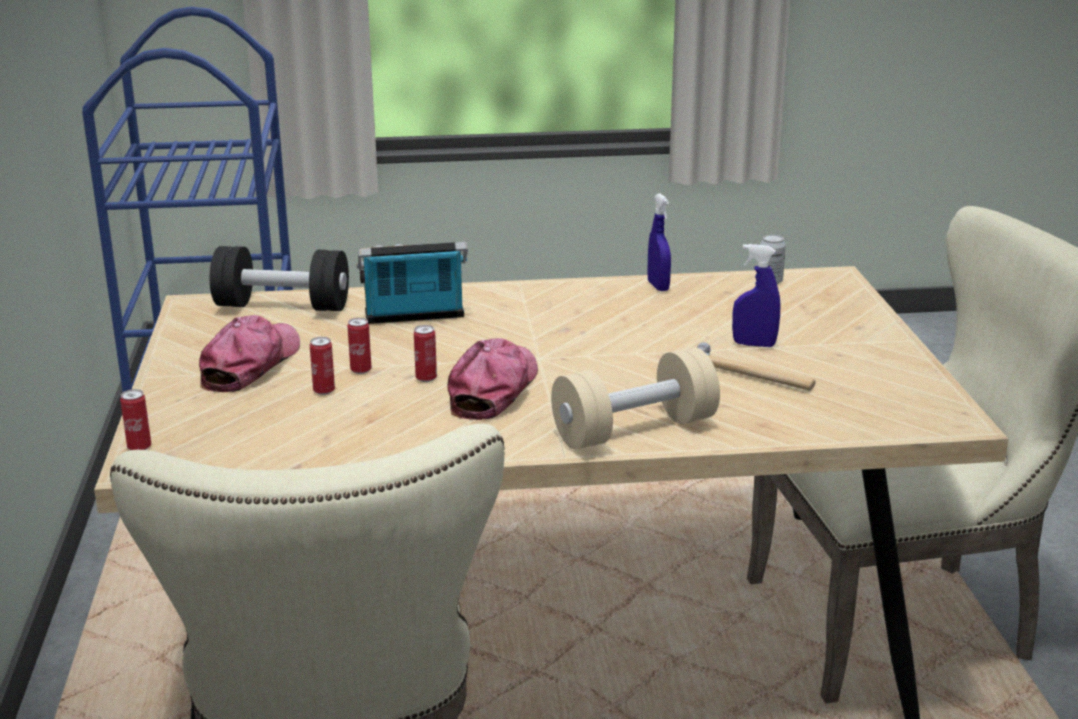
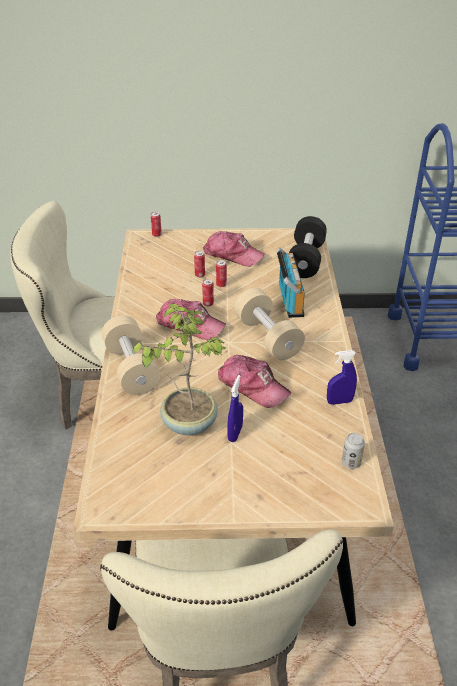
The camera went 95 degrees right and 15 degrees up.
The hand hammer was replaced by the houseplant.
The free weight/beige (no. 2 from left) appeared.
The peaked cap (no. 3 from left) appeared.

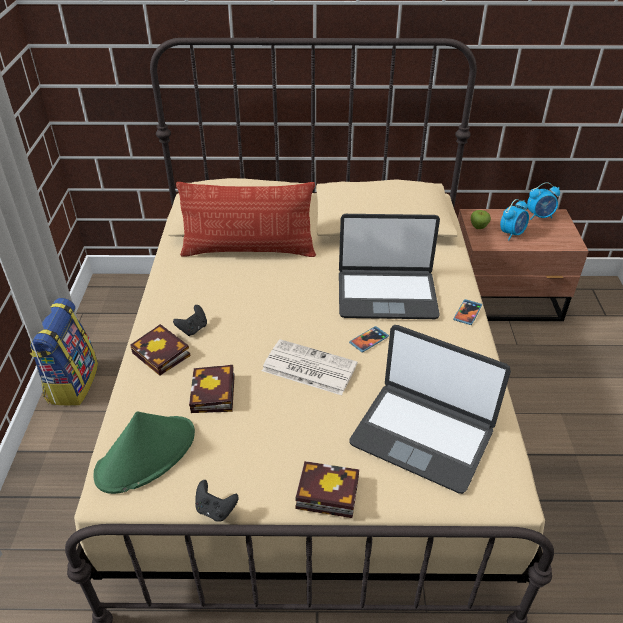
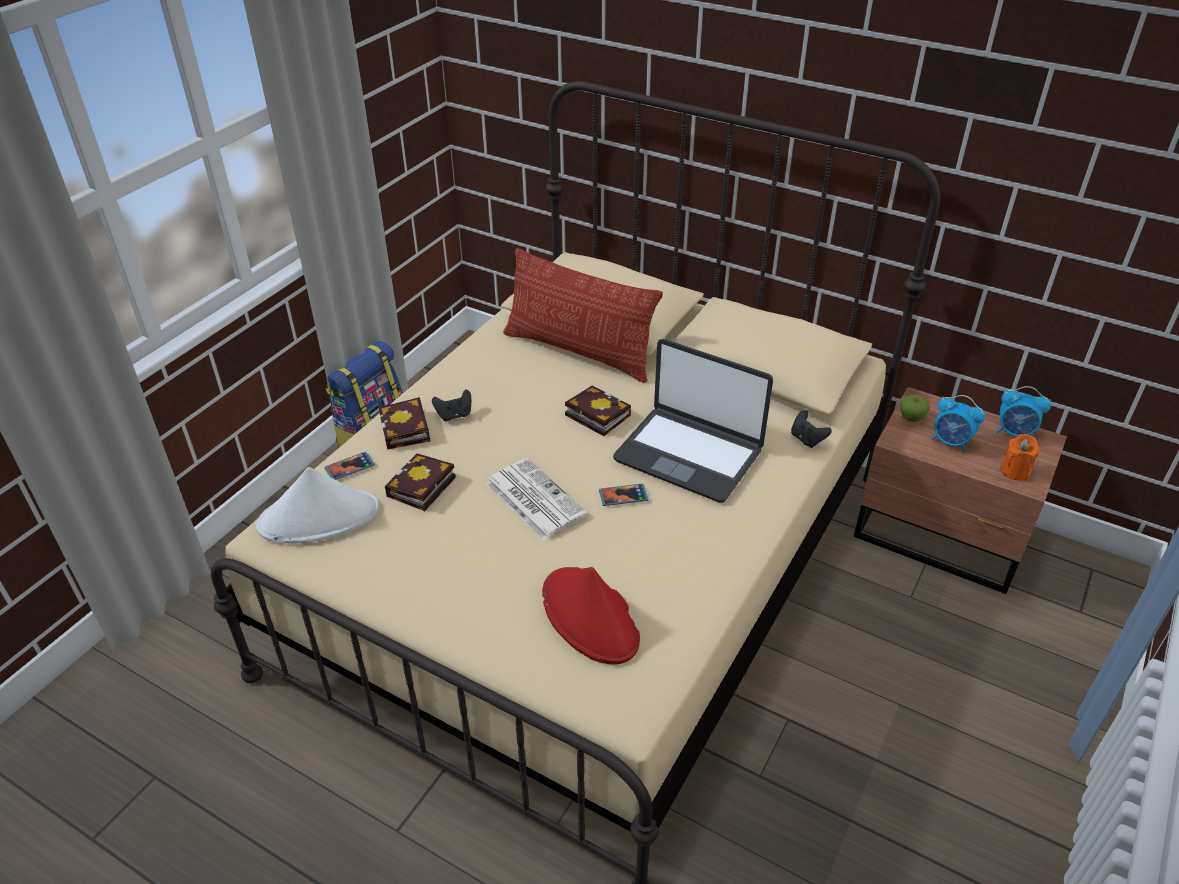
The camera went 30 degrees right and 0 degrees up.
The table clock (no. 1 from left) turned 45 degrees clockwise.
The phone (no. 2 from left in the first image) moved.
The portable computer (no. 2 from left) was replaced by the wearable hat/red.
The wearable hat/green became the wearable hat/white-coloured.
The book (no. 3 from left) moved.
The game controller/blackish (no. 2 from left) moved.
The wax light/orange appeared.

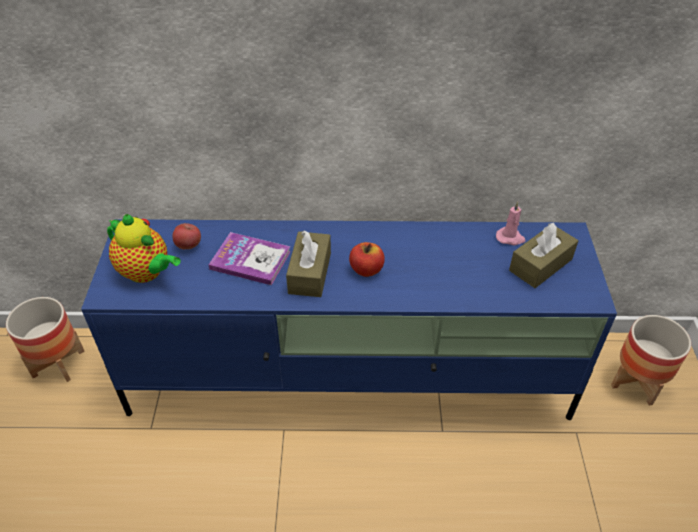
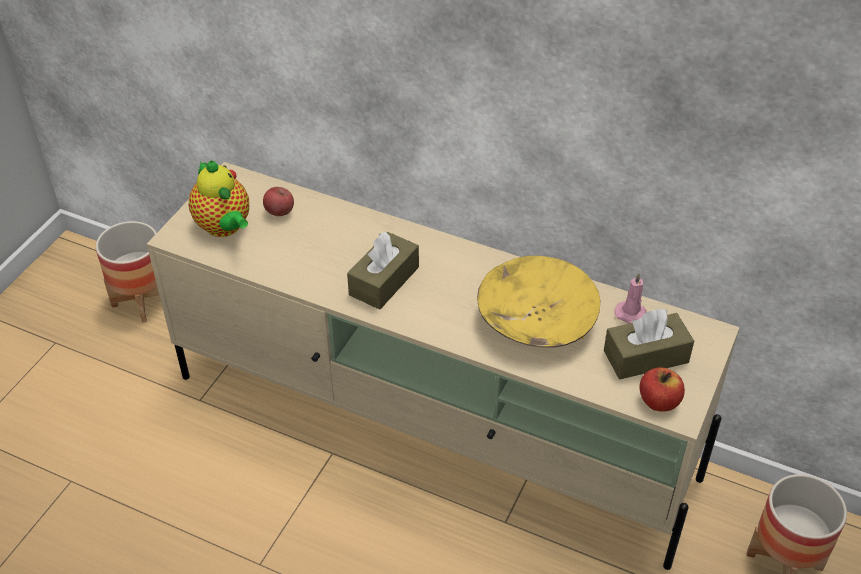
The camera went 25 degrees right and 0 degrees up.
The media console/bluish became the media console/beige.
The book disappeared.
The whole apple (no. 2 from left) moved.
The bowl/yellow appeared.

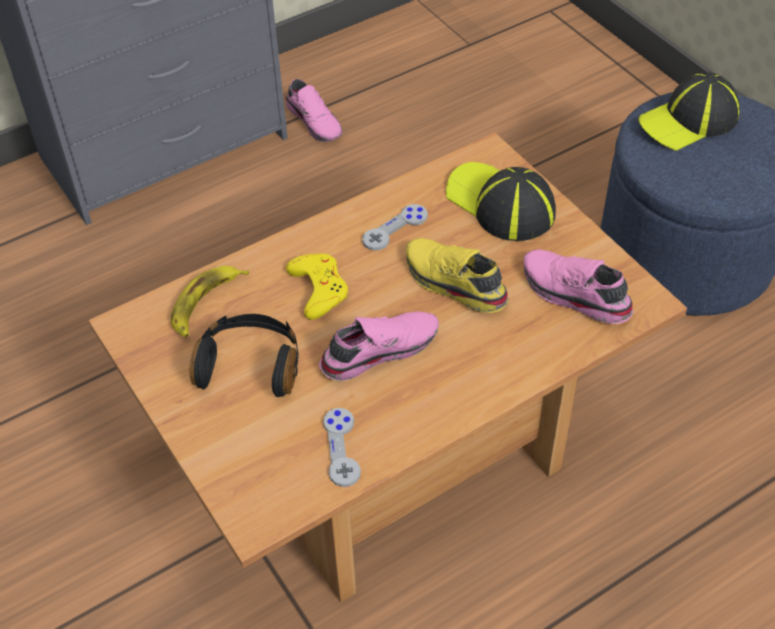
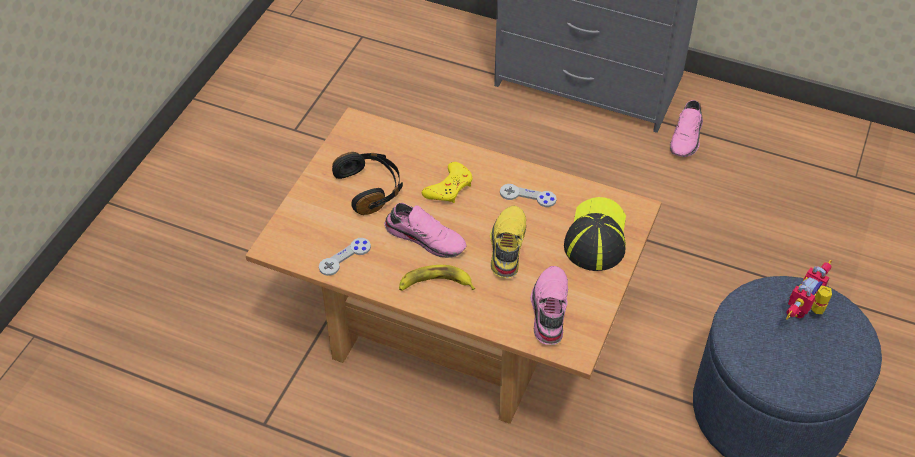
The camera went 55 degrees right and 0 degrees up.
The peaked cap (no. 2 from left) was replaced by the toy robot.
The banana moved.

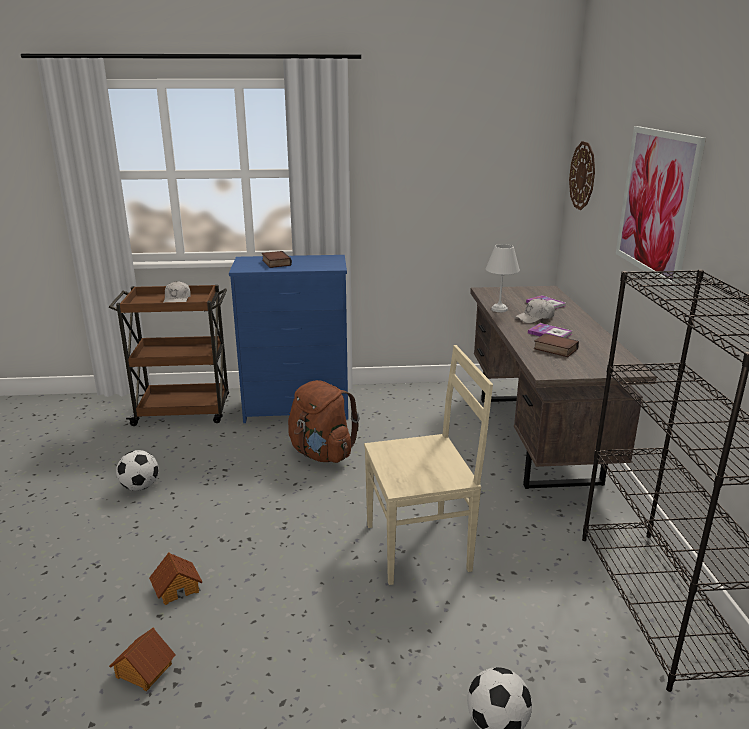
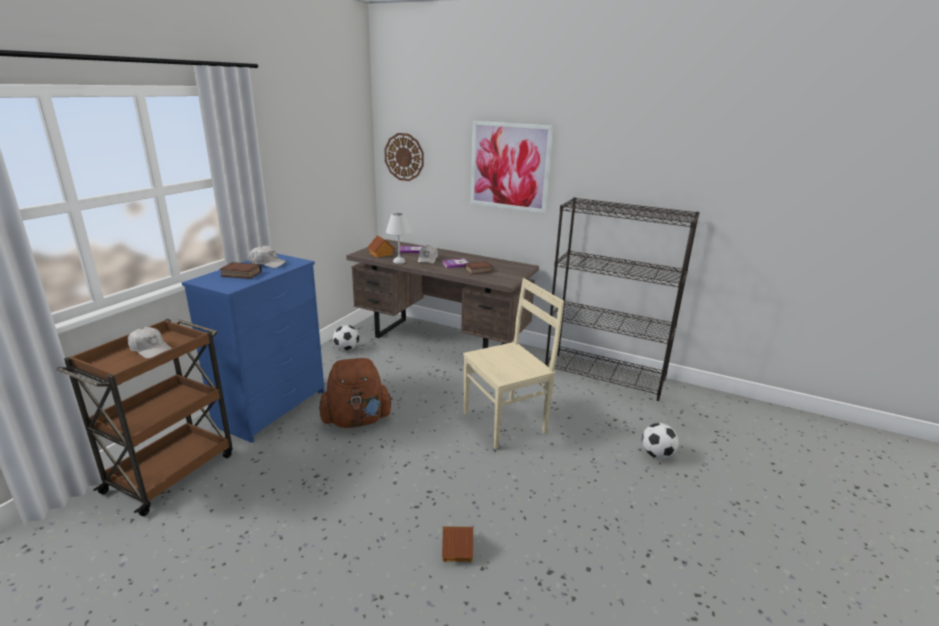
The camera went 60 degrees left and 0 degrees up.
The plain chair/beige turned 45 degrees clockwise.
The ball for football (no. 1 from left) moved.
The toy house (no. 1 from left) moved.
The peaked cap/white-coloured (no. 2 from left) appeared.

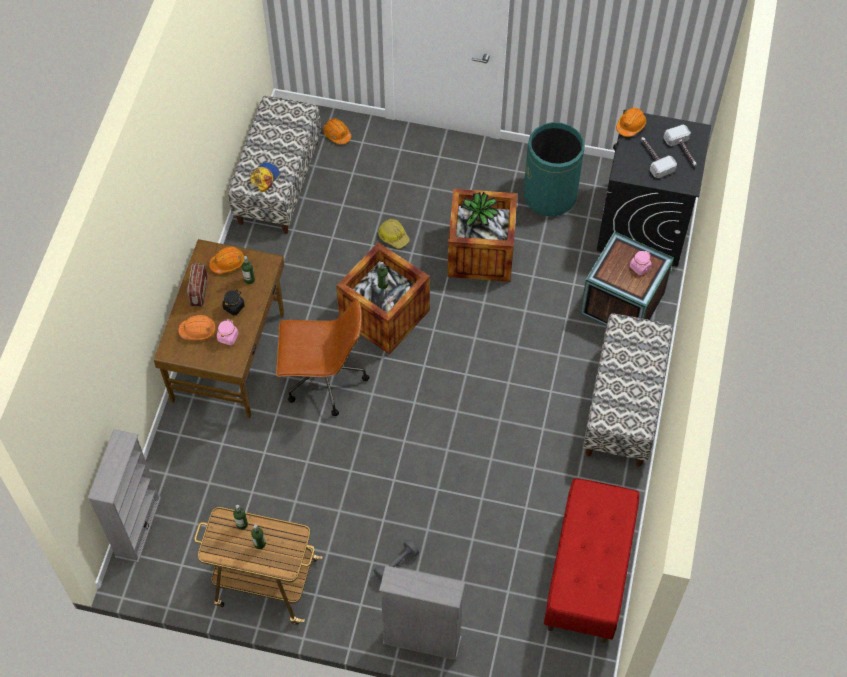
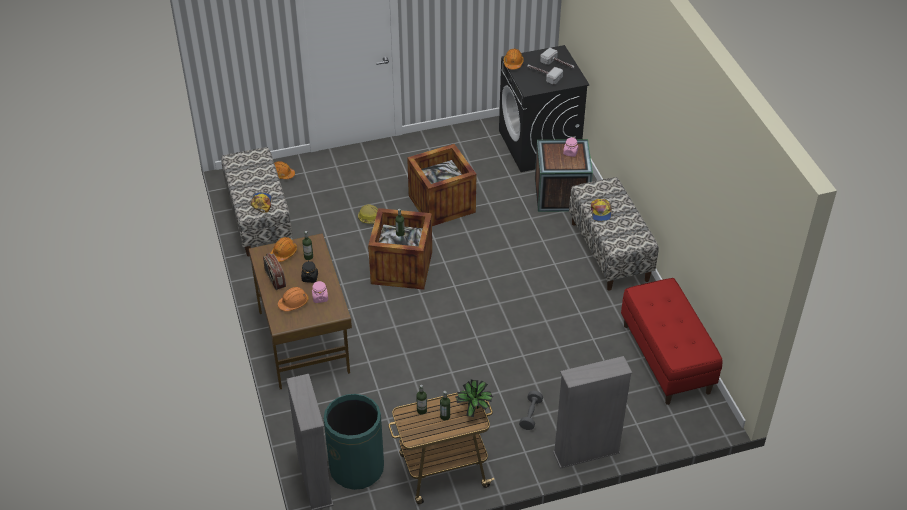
The camera went 30 degrees left and 15 degrees down.
The waste bin/green moved.
The houseplant moved.
The desk chair/brownish disappeared.
The peaked cap (no. 2 from left) appeared.

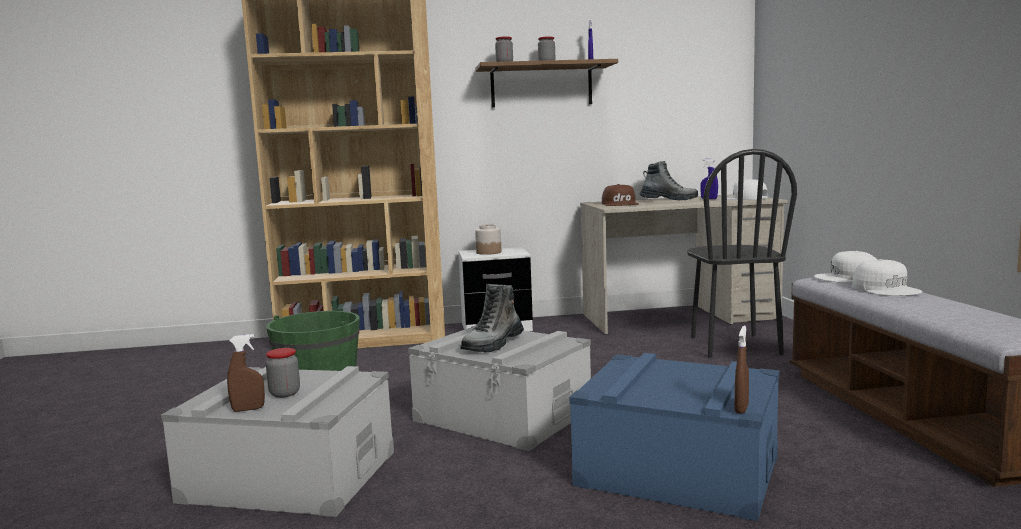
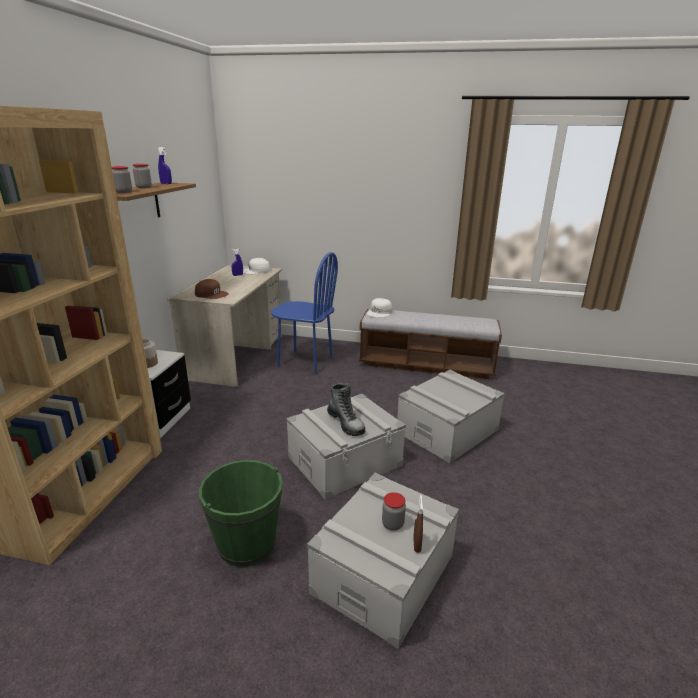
The camera went 70 degrees left and 15 degrees up.
The plain chair/blackish became the plain chair/bluish.
The tall boot (no. 2 from left) disappeared.
The peaked cap/white-coloured (no. 3 from left) disappeared.
The sprayer/brownish (no. 2 from left) disappeared.
The storage box/bluish became the storage box/grey (no. 3 from left).

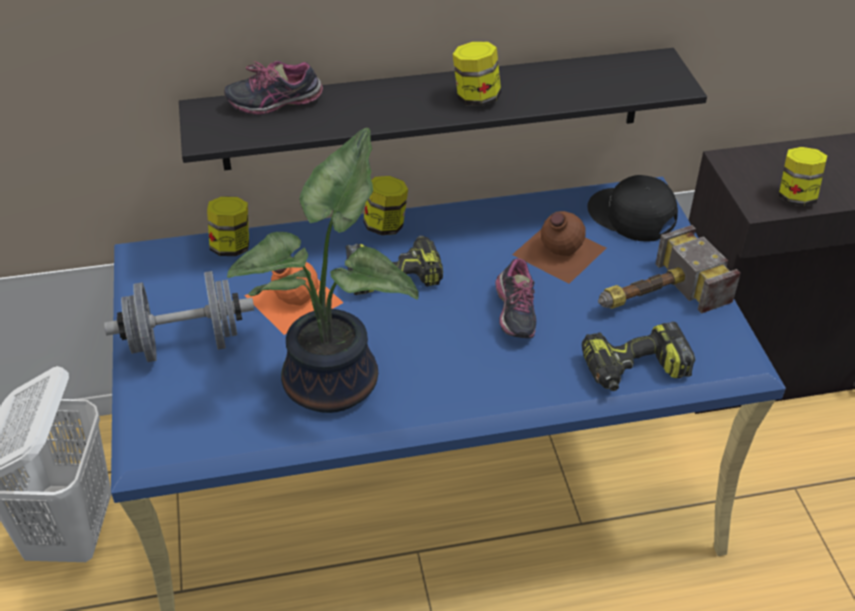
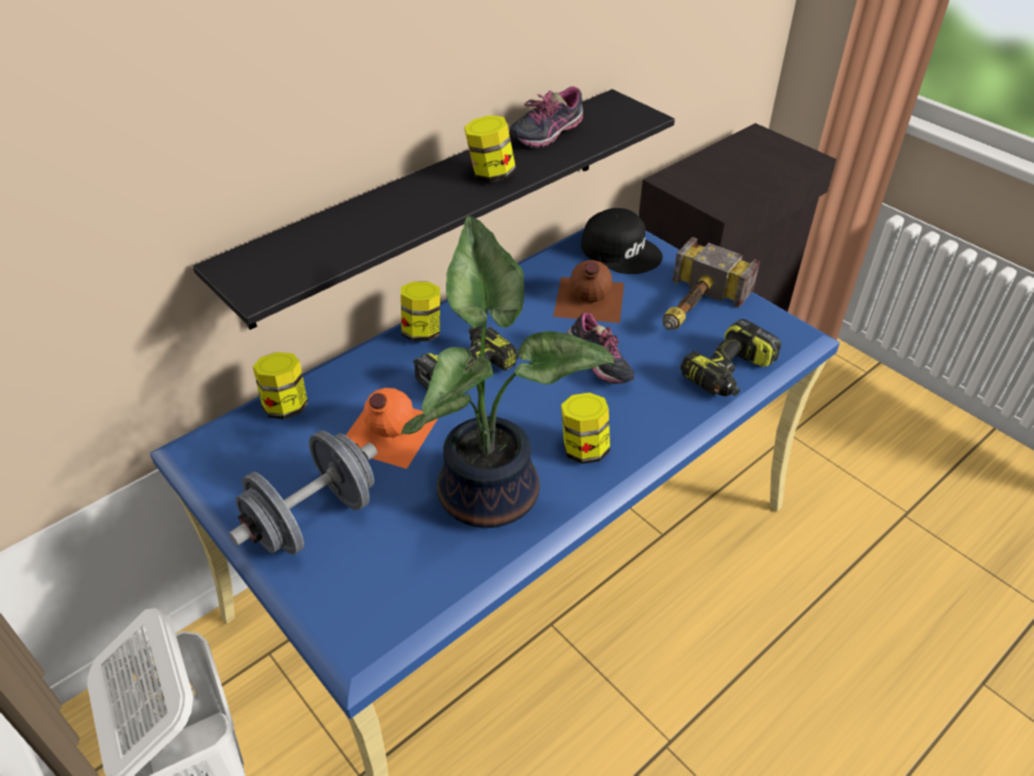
The camera went 30 degrees left and 0 degrees up.
The shoe (no. 1 from left) moved.
The jar (no. 4 from left) moved.
The peaked cap/blackish turned 150 degrees counterclockwise.

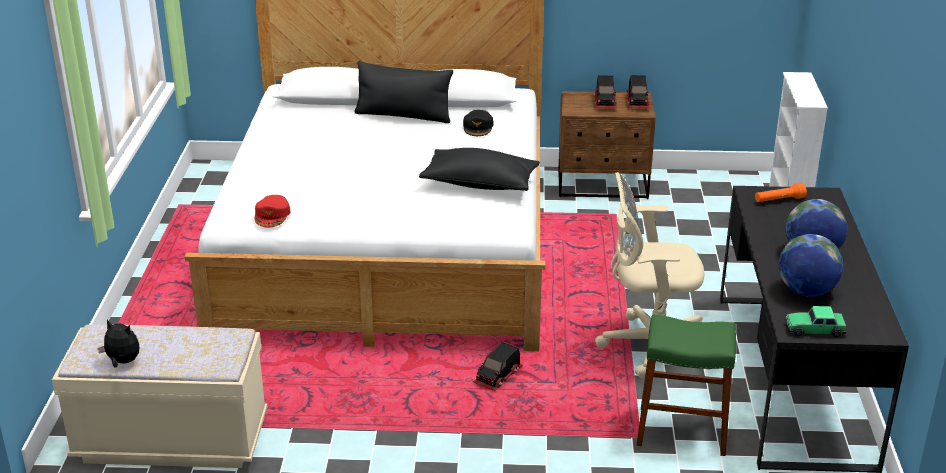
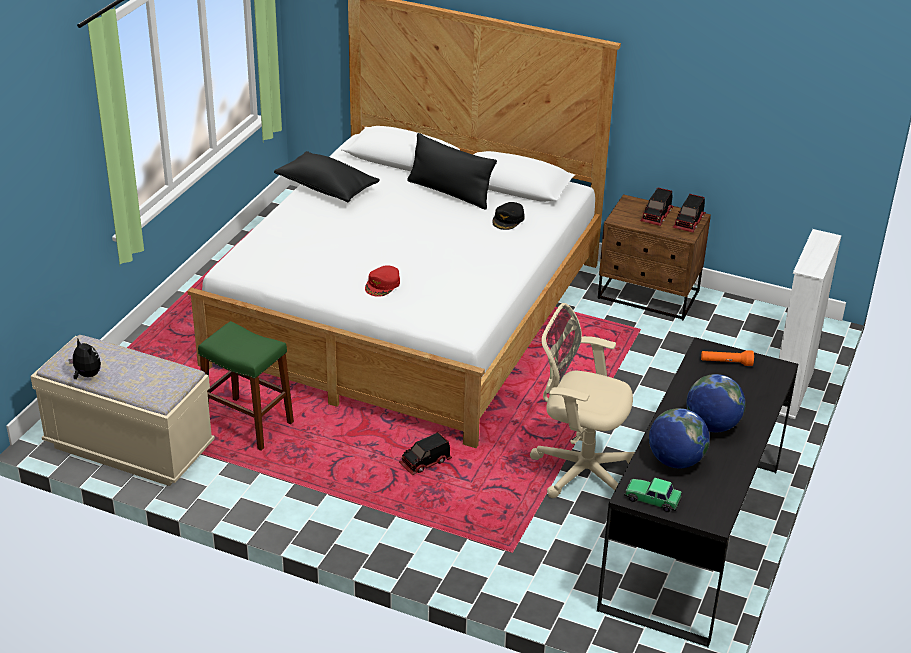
The camera went 20 degrees right and 5 degrees up.
The pillow/blackish (no. 2 from left in the first image) moved.
The peaked cap/red moved.
The sitting stool/green moved.

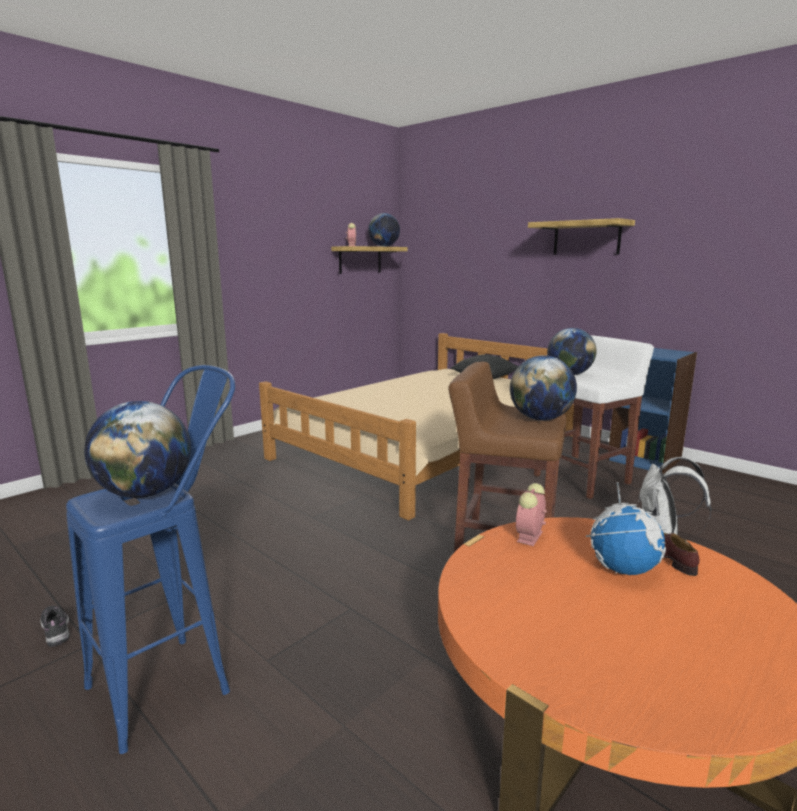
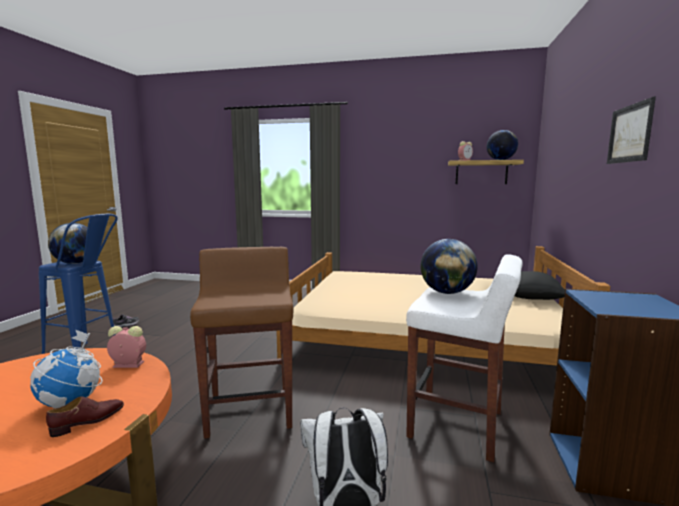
The camera went 60 degrees right and 5 degrees down.
The wall shelf (no. 2 from left) was replaced by the wall art.
The globe (no. 3 from left) disappeared.

